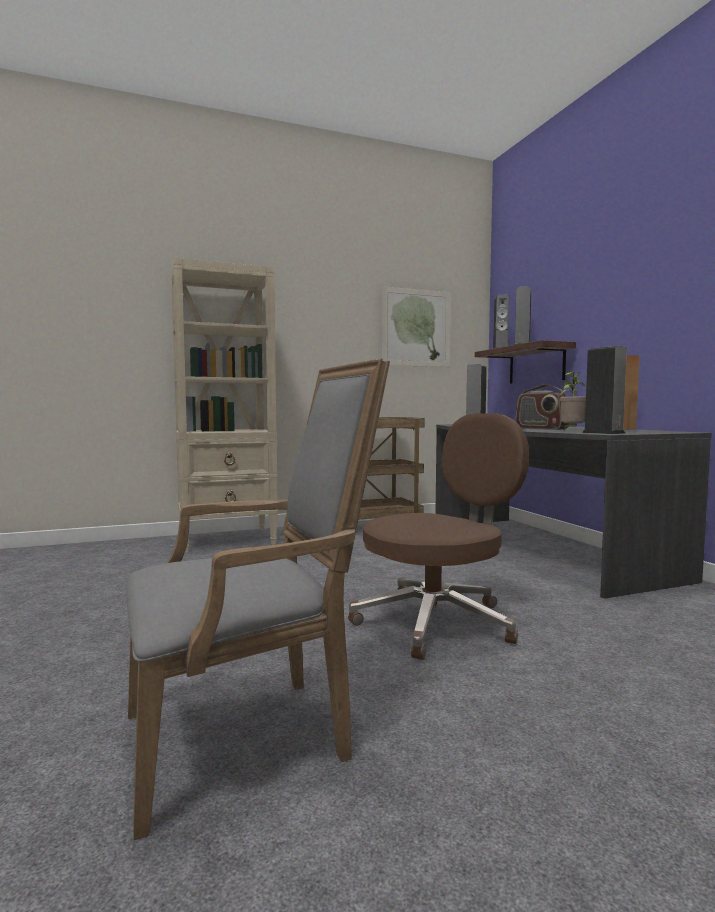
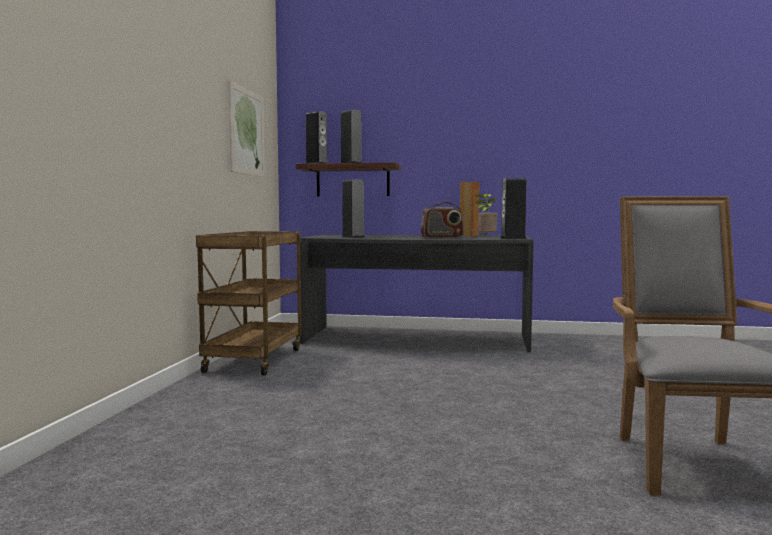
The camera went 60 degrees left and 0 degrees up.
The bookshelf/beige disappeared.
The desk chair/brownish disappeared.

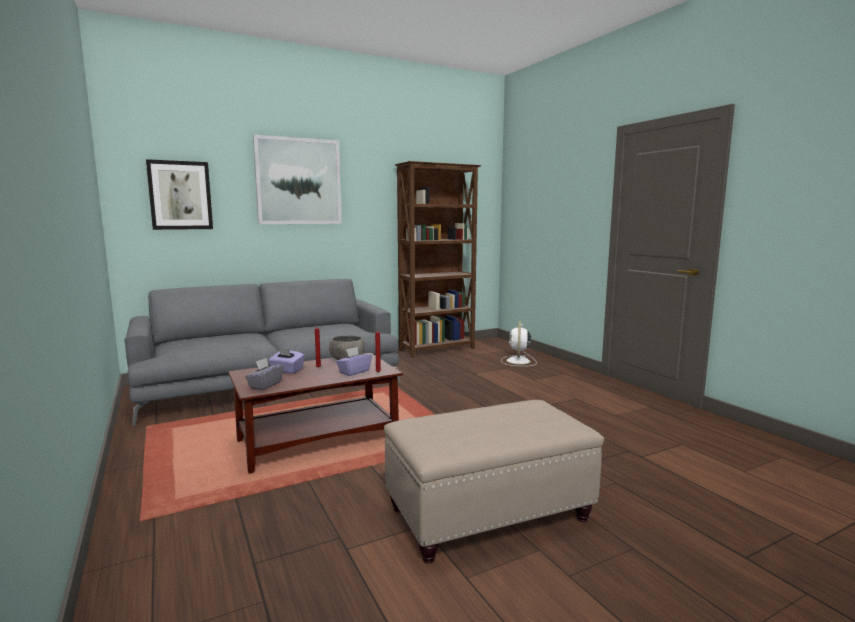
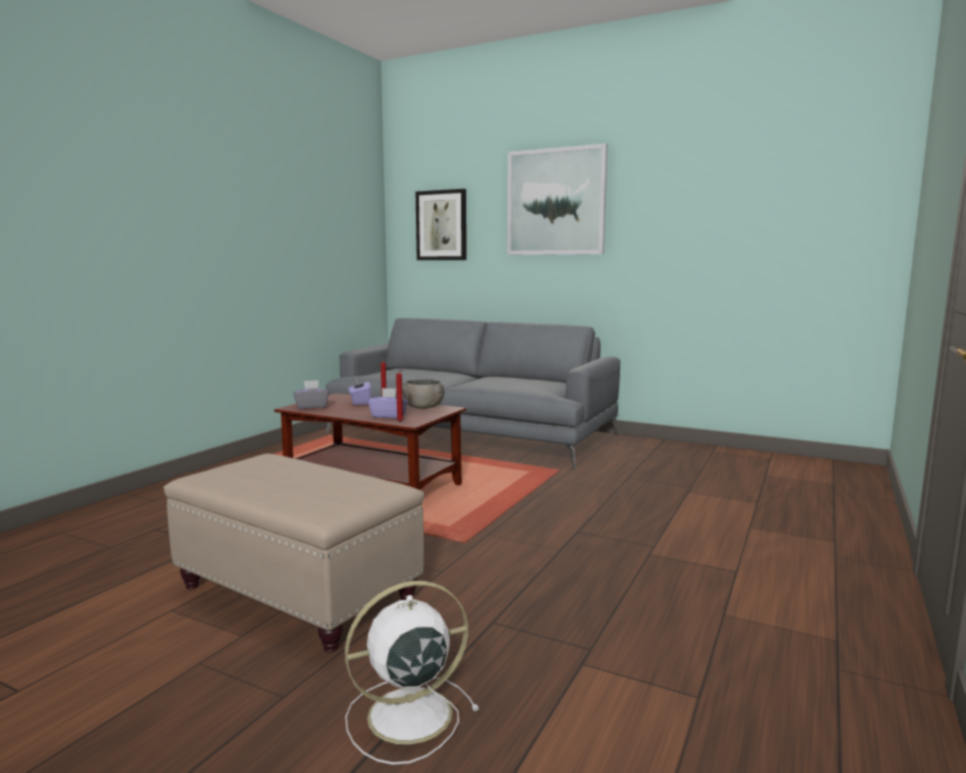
The camera went 55 degrees right and 0 degrees up.
The bookshelf/brownish disappeared.
The fan/white-coloured moved.

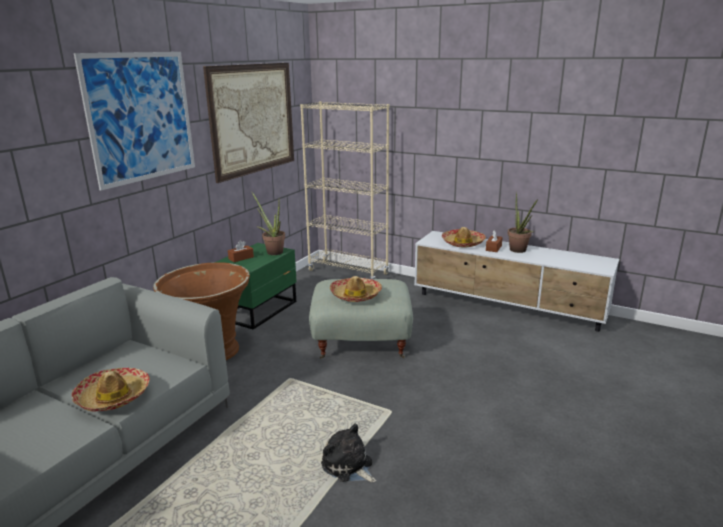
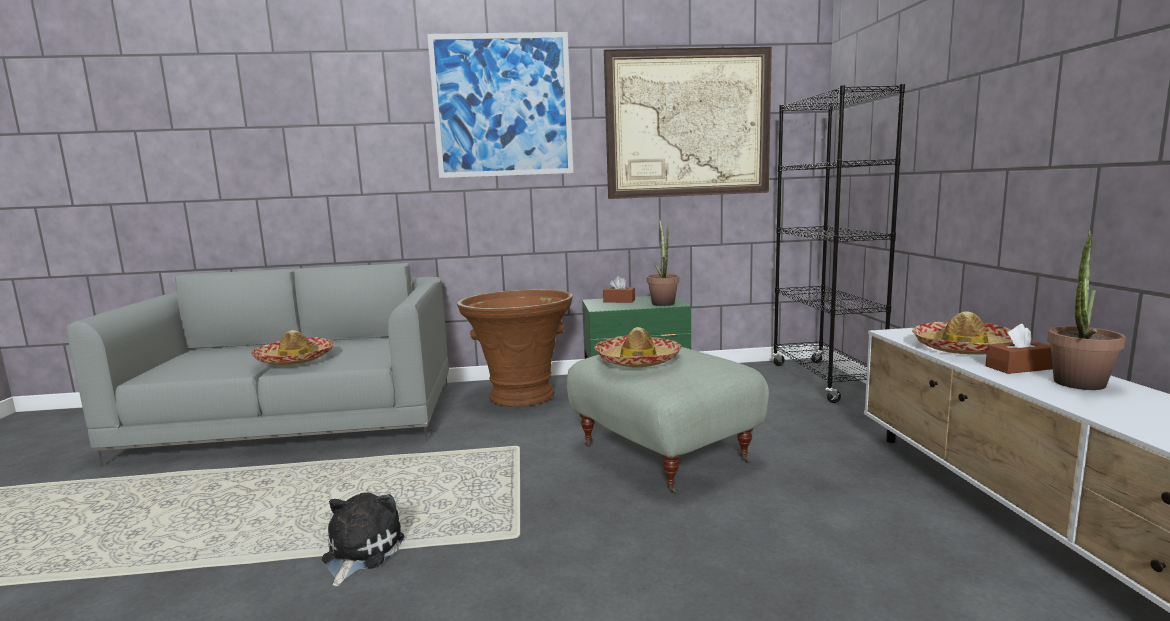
The camera went 55 degrees right and 10 degrees down.
The bookshelf/beige became the bookshelf/blackish.

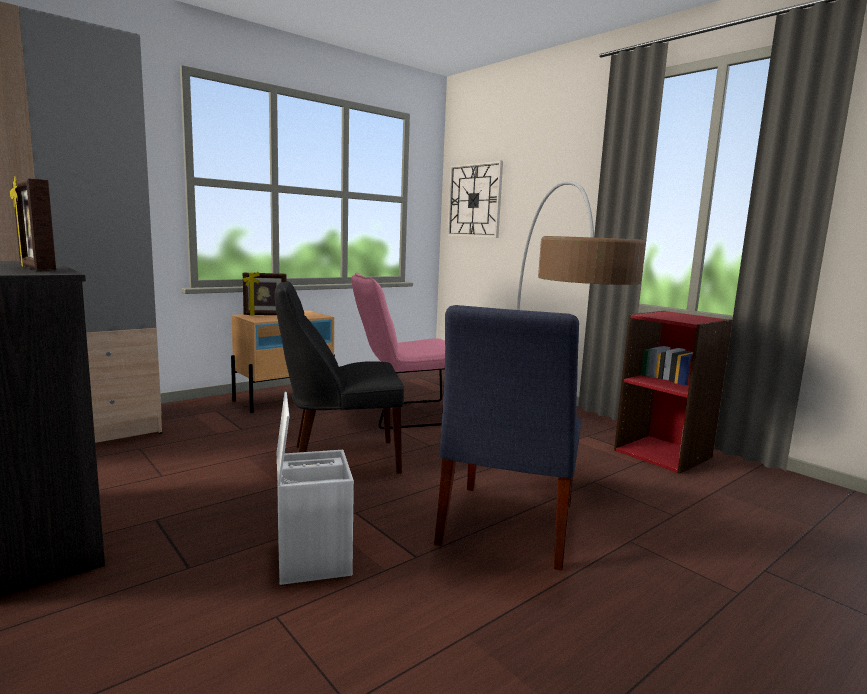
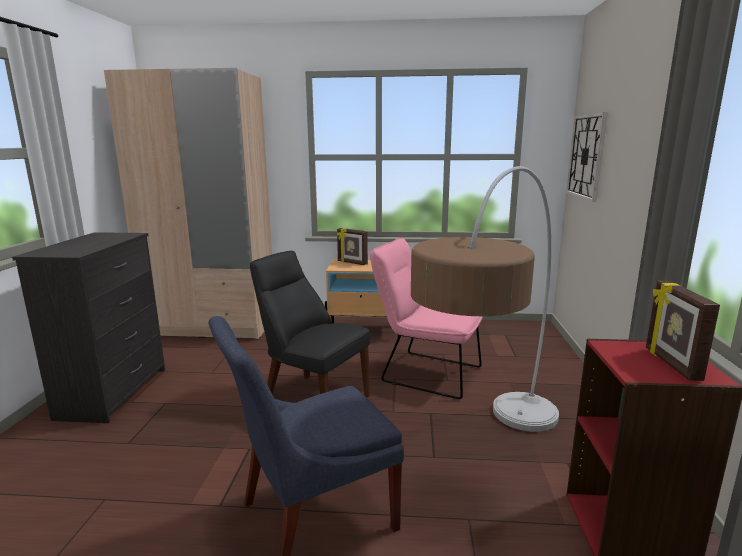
The camera went 45 degrees right and 5 degrees up.
The standing frame (no. 1 from left in the first image) moved.
The storage box/white-coloured disappeared.

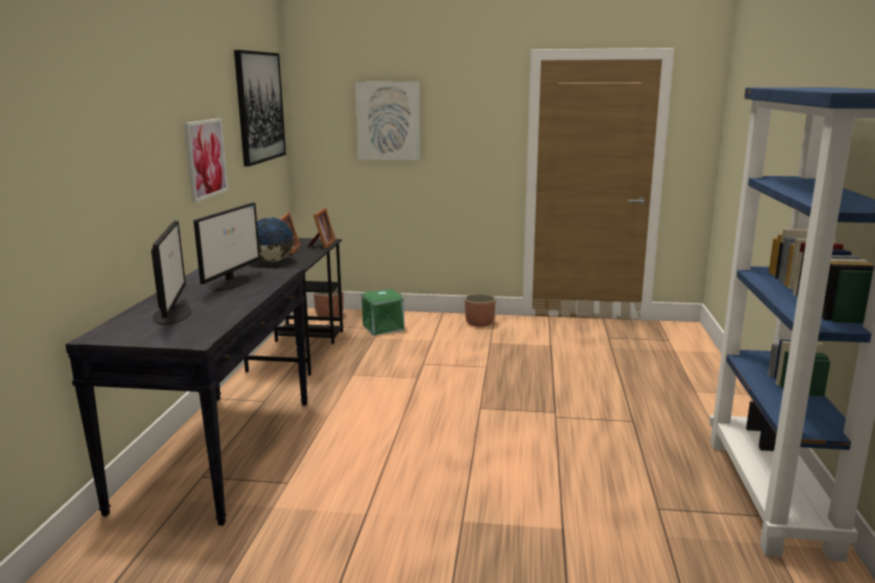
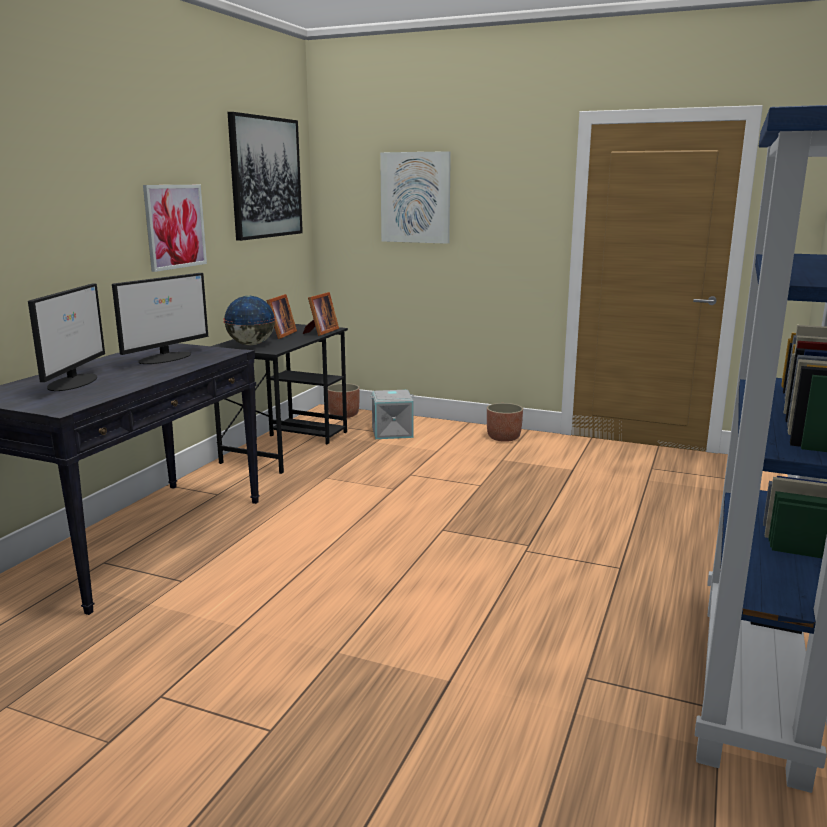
The camera went 15 degrees right and 0 degrees up.
The storage box/green became the storage box/grey.

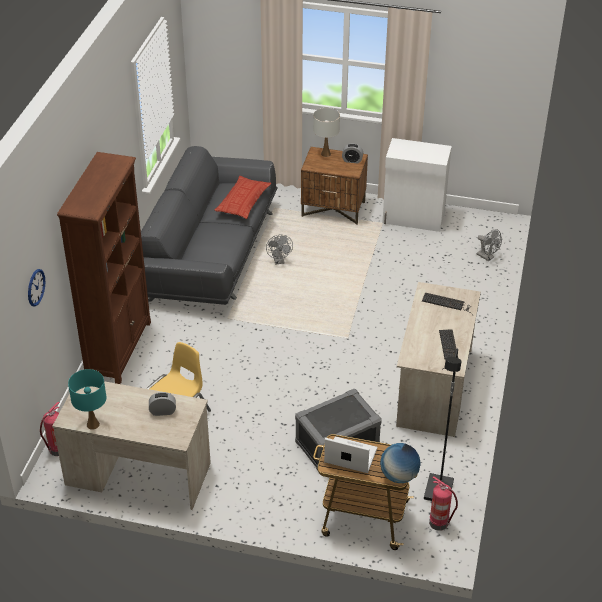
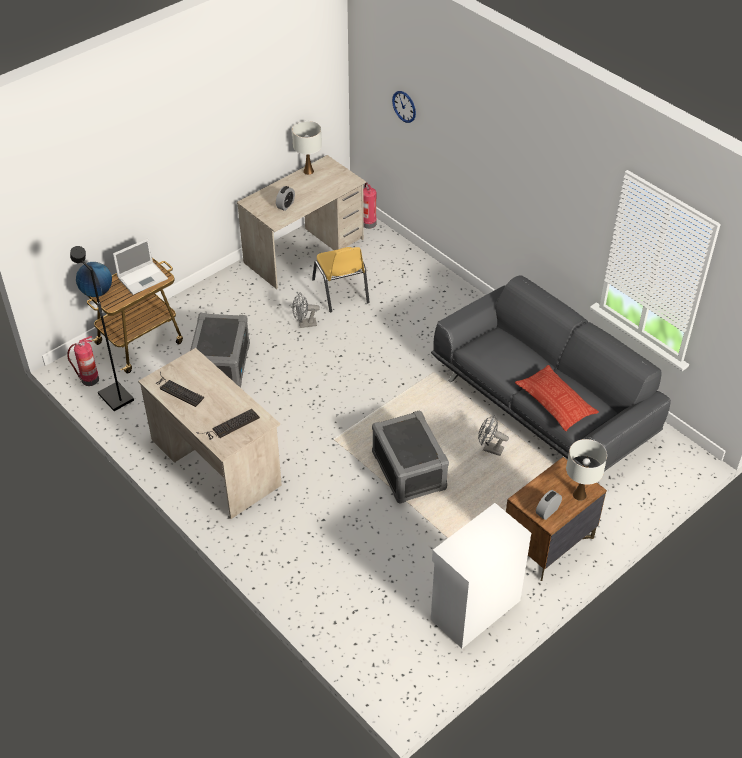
The camera went 125 degrees right and 5 degrees up.
The bookshelf/brownish disappeared.
The fan/grey (no. 2 from left in the first image) moved.
The tabletop lamp/turquoise became the tabletop lamp/white-coloured (no. 1 from left).
The storage box/grey (no. 2 from left) appeared.

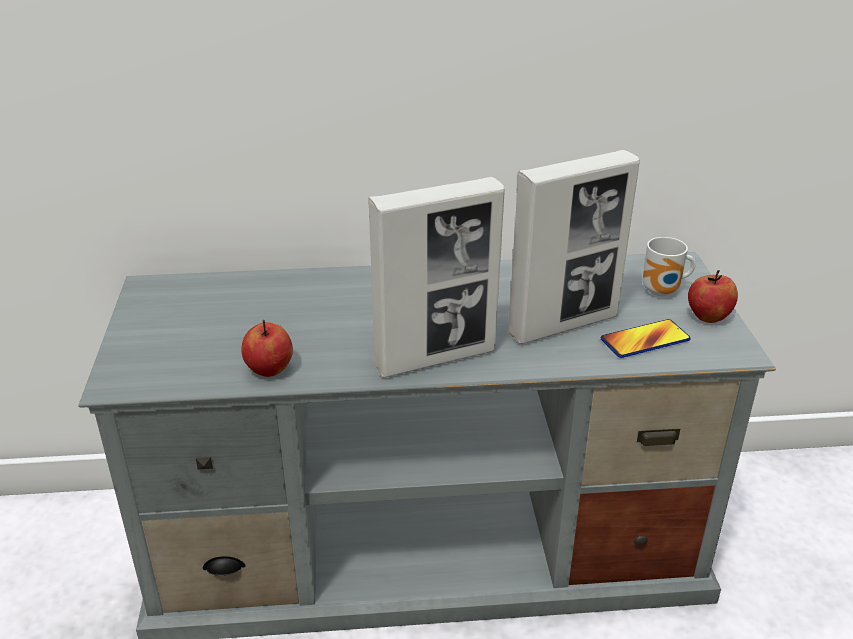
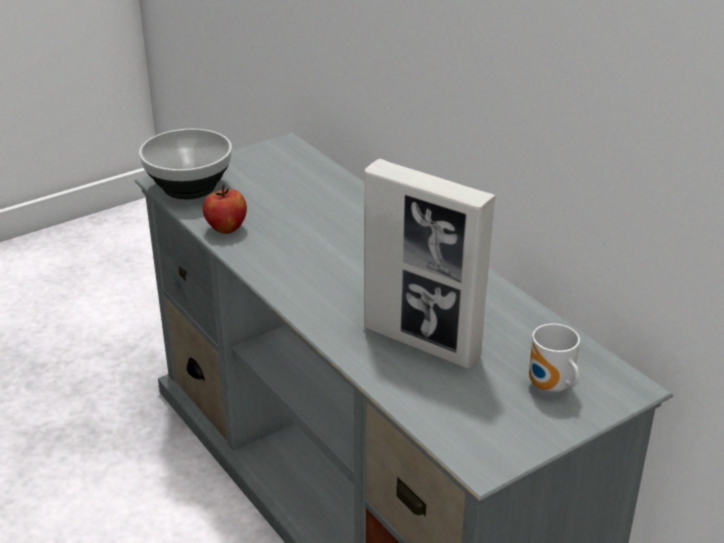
The camera went 60 degrees right and 0 degrees up.
The standing frame (no. 1 from left) disappeared.
The whole apple (no. 2 from left) disappeared.
The phone disappeared.
The bowl appeared.

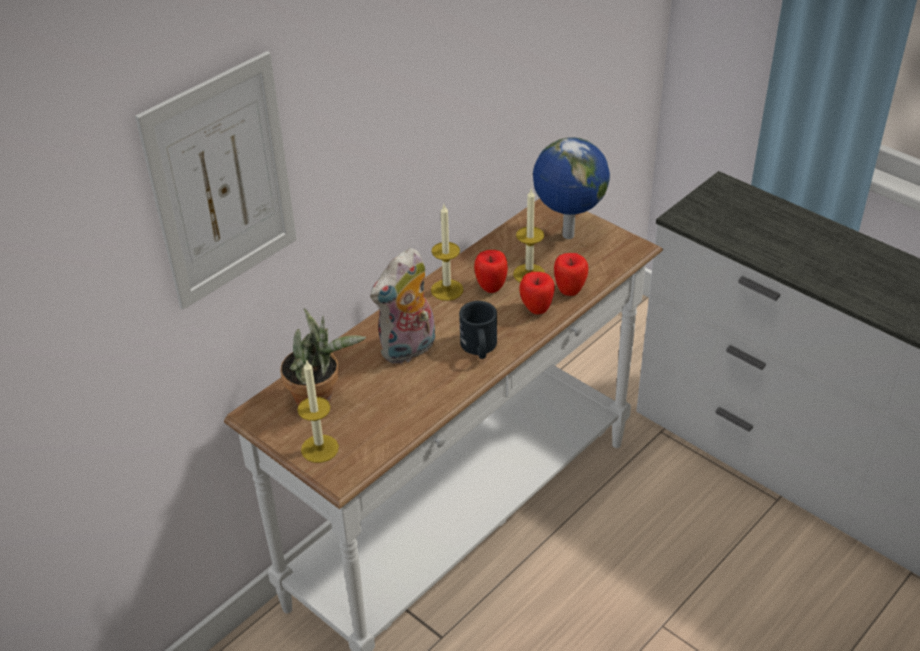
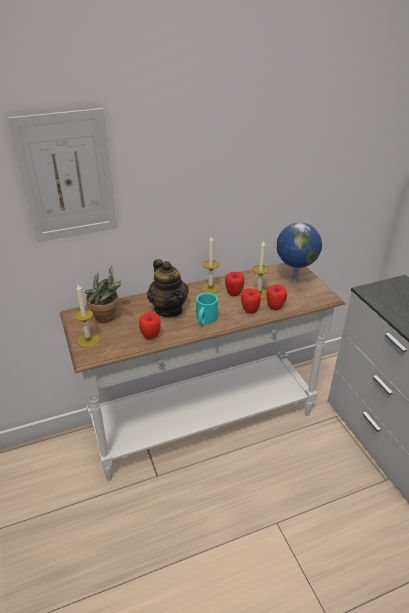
The camera went 25 degrees right and 5 degrees down.
The cuddly toy was replaced by the teapot.
The mug/blackish became the mug/turquoise.
The whole apple (no. 1 from left) appeared.

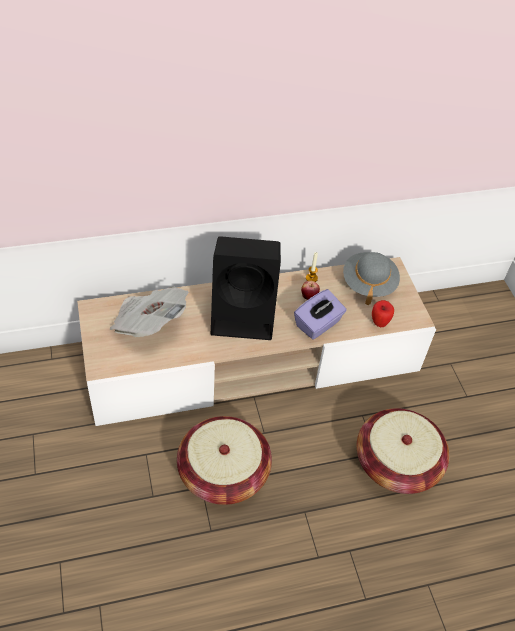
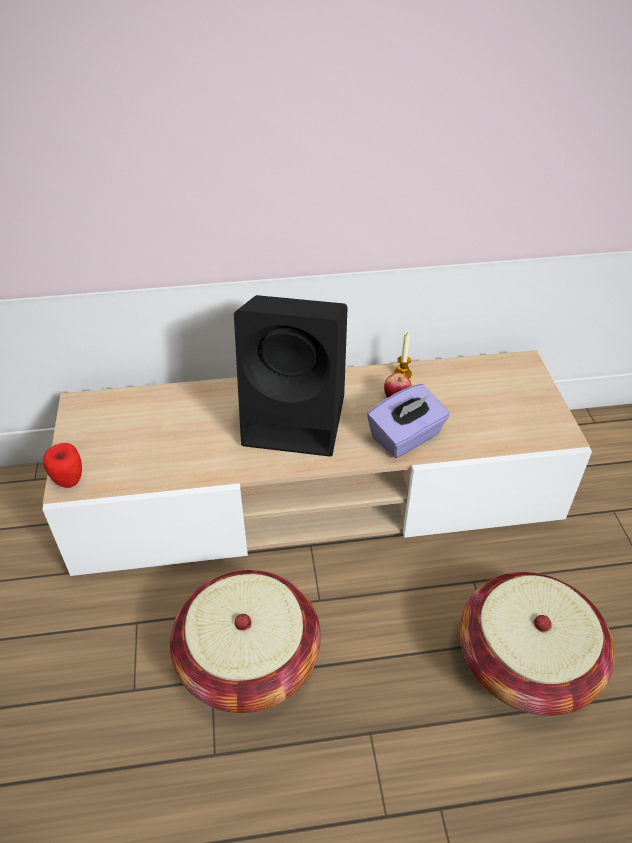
The camera went 10 degrees right and 5 degrees down.
The wearable hat/grey disappeared.
The daily paper disappeared.
The whole apple (no. 2 from left in the first image) moved.

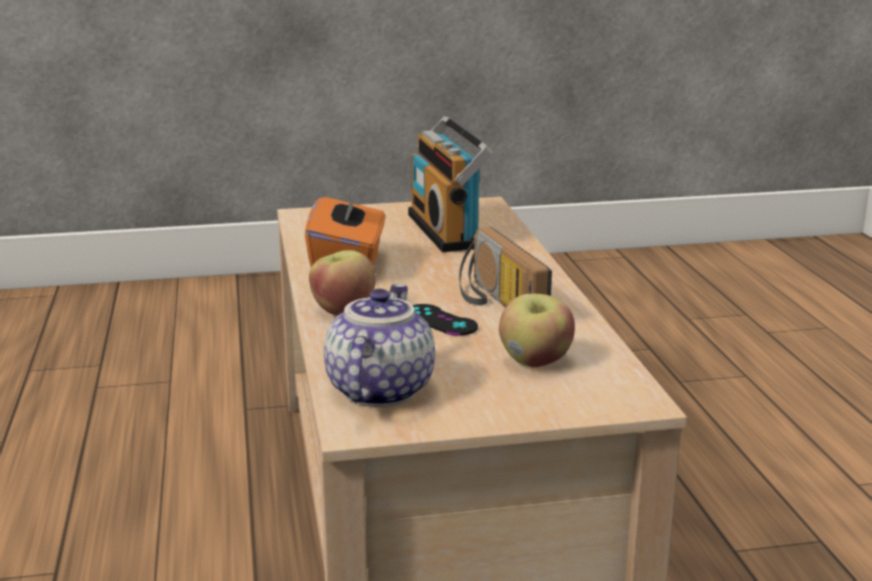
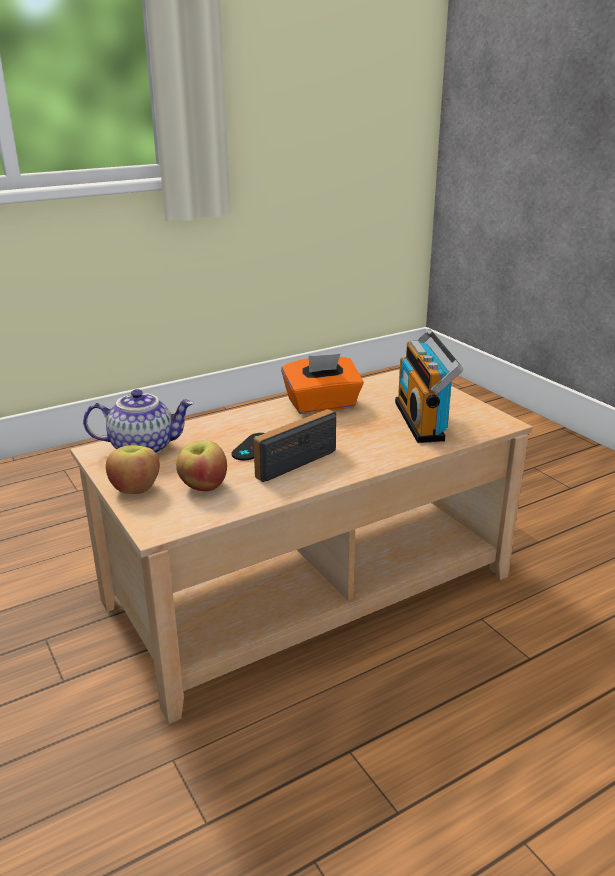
The camera went 70 degrees right and 5 degrees up.
The radio set (no. 1 from left in the first image) turned 60 degrees counterclockwise.
The whole apple (no. 1 from left) moved.

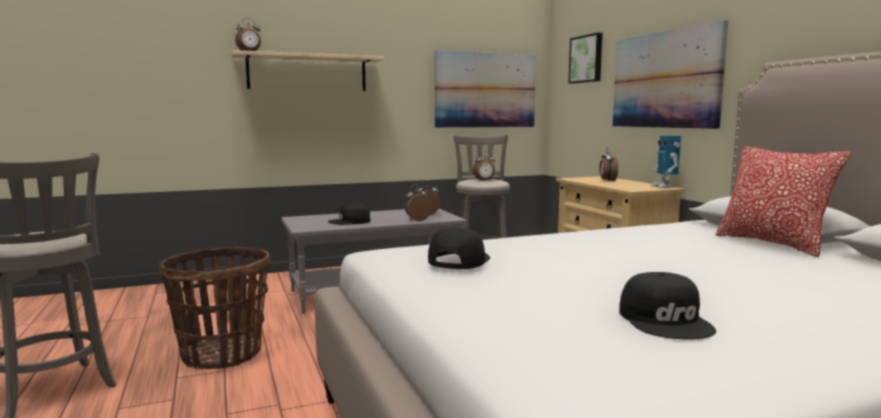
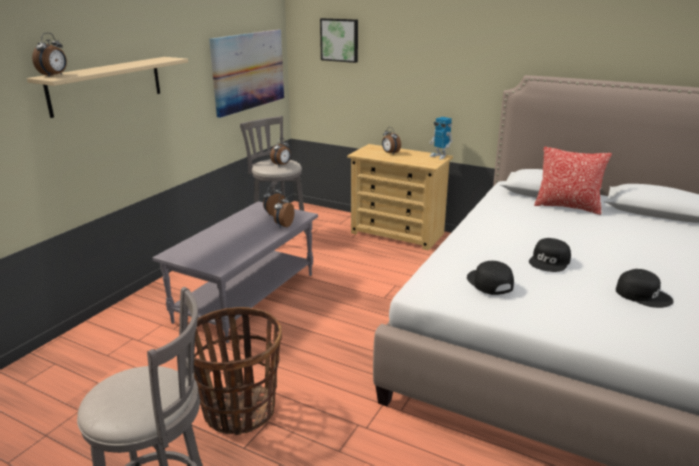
The camera went 40 degrees left and 15 degrees up.
The wall art (no. 3 from left) disappeared.
The peaked cap/blackish (no. 1 from left in the first image) moved.

